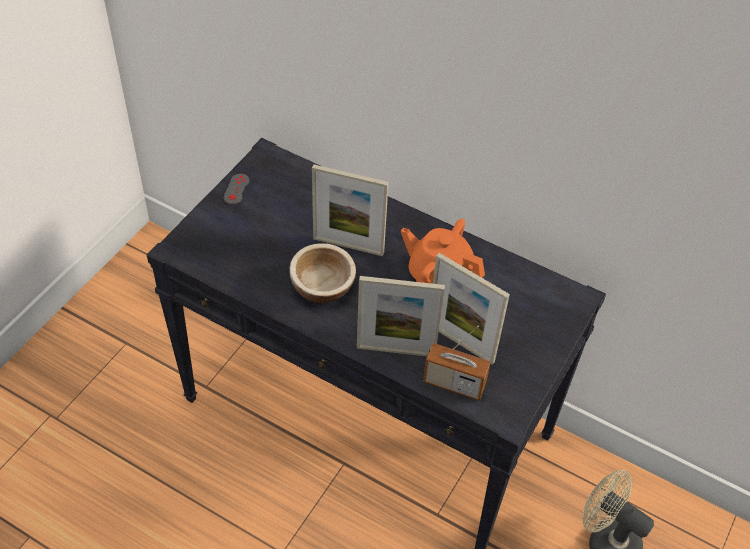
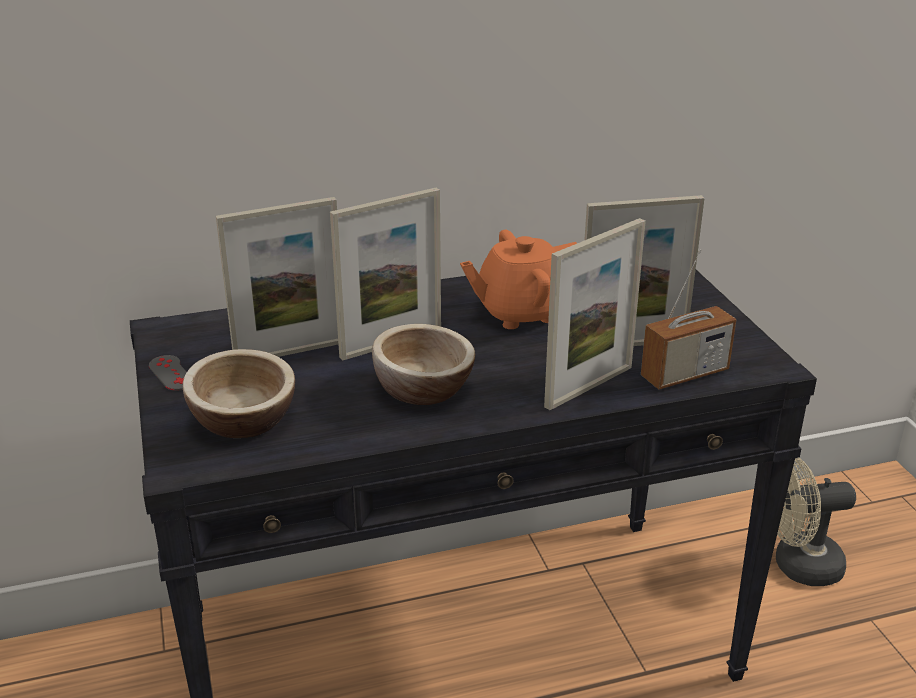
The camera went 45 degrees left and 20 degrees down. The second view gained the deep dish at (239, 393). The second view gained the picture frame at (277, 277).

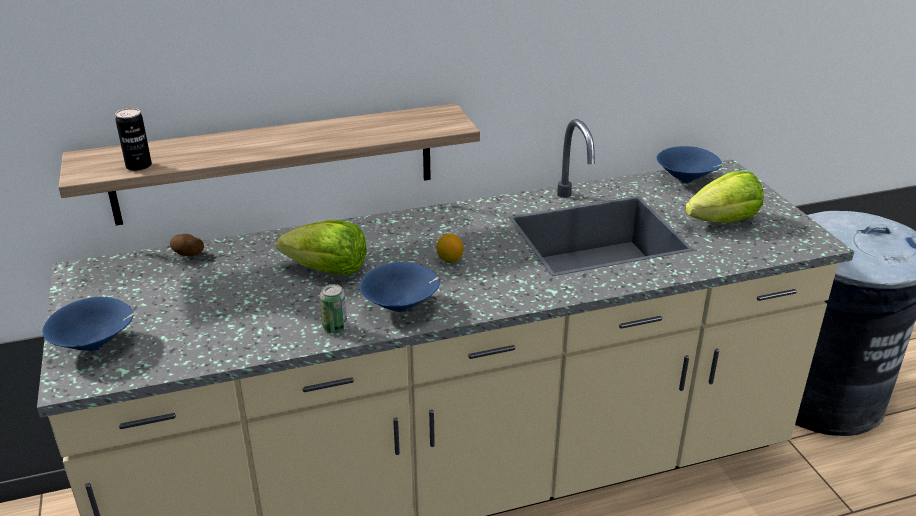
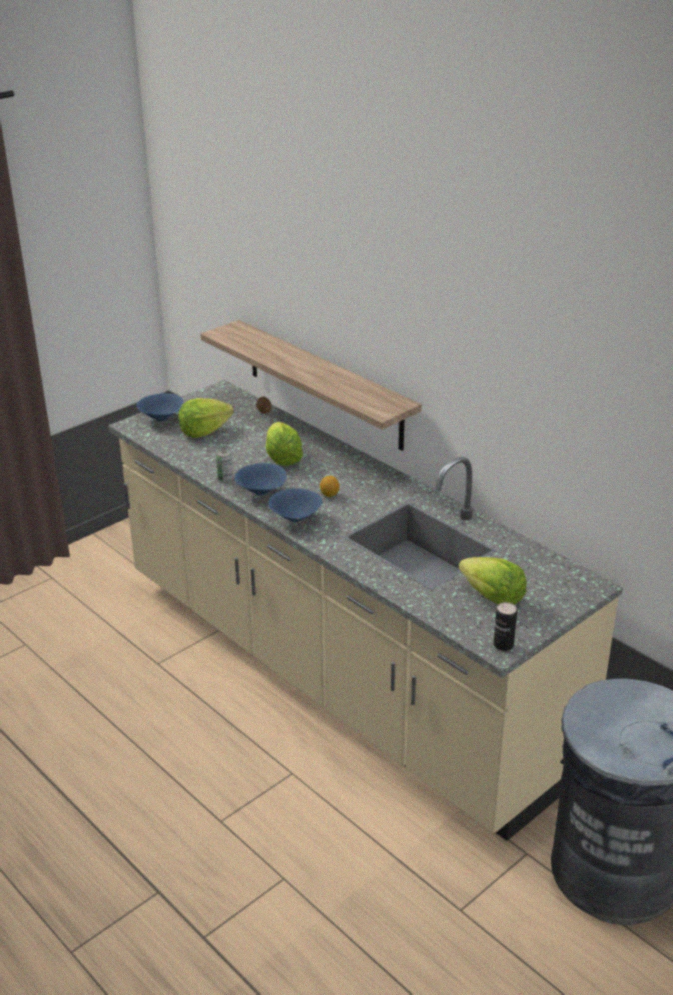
The camera went 65 degrees right and 0 degrees up. The metal can ended up elsewhere, having gone from (133, 139) to (505, 626). The blue-coloured deep dish ended up elsewhere, having gone from (689, 164) to (295, 506). The second view gained the lettuce head at (206, 418).

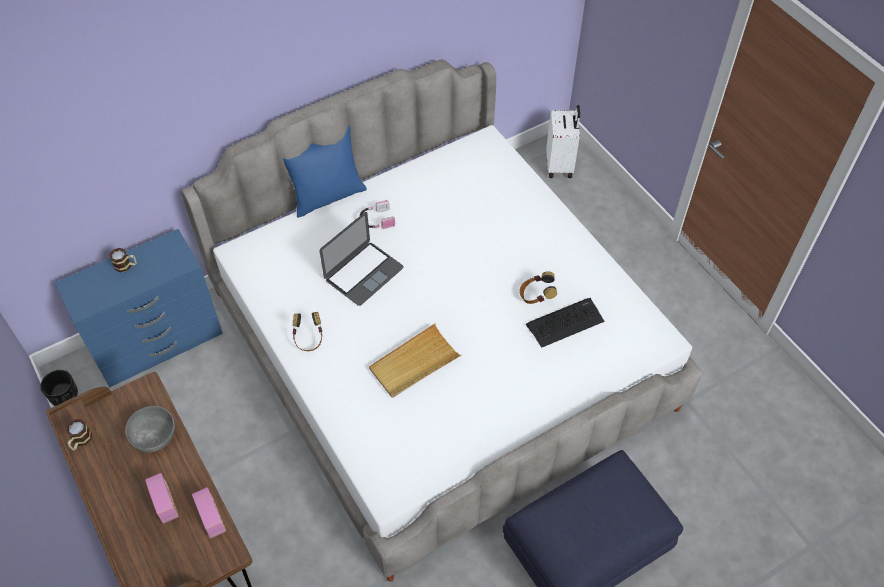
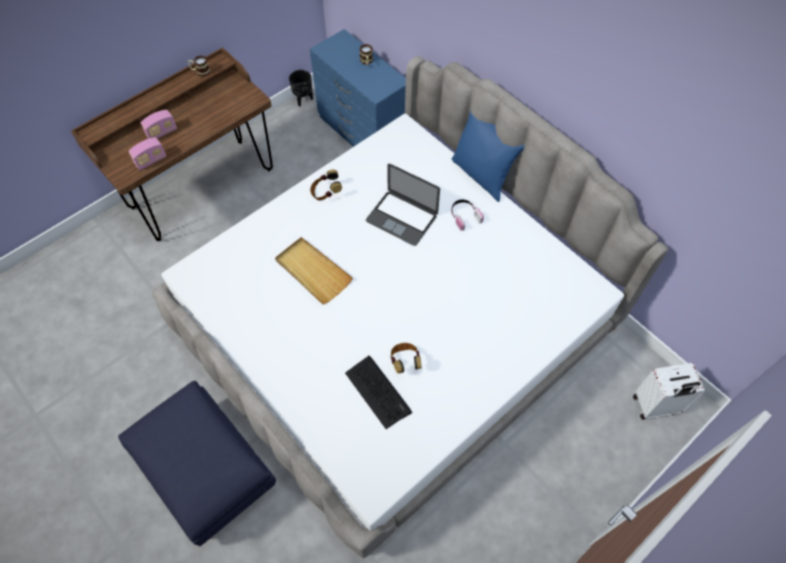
The camera went 80 degrees right and 5 degrees up. The second view lost the gray deep dish at (150, 429).

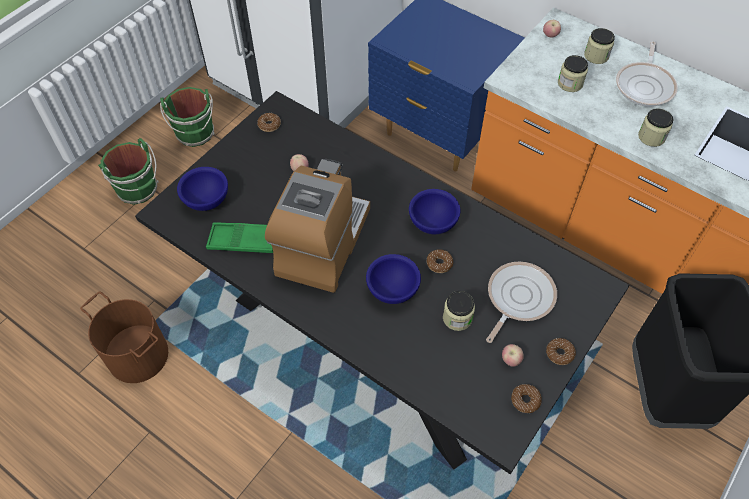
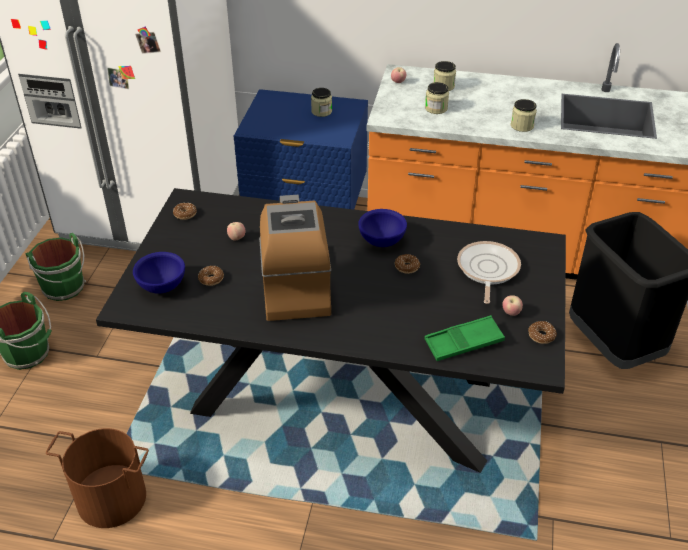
The camera went 25 degrees left and 15 degrees down. The green-coloured serving tray ended up elsewhere, having gone from (239, 237) to (464, 338). The second view lost the blue-coloured deep dish at (393, 279). The preserve jar ended up elsewhere, having gone from (459, 311) to (321, 102). The doughnut ended up elsewhere, having gone from (561, 351) to (211, 276). The second view lost the pan at (647, 74).

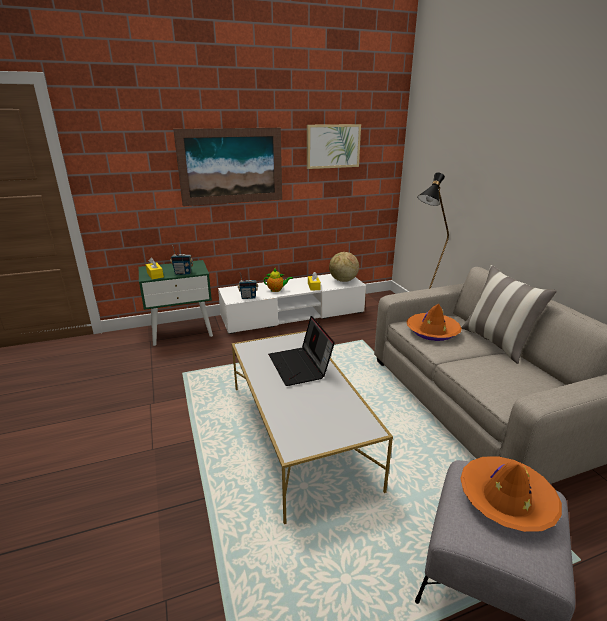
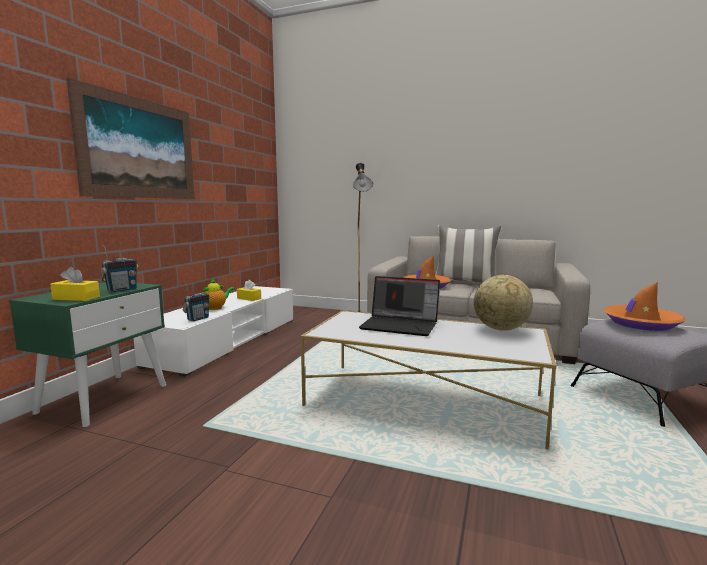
The camera went 50 degrees left and 15 degrees down. The second view lost the wall art at (334, 146). The globe ended up elsewhere, having gone from (344, 267) to (503, 303).

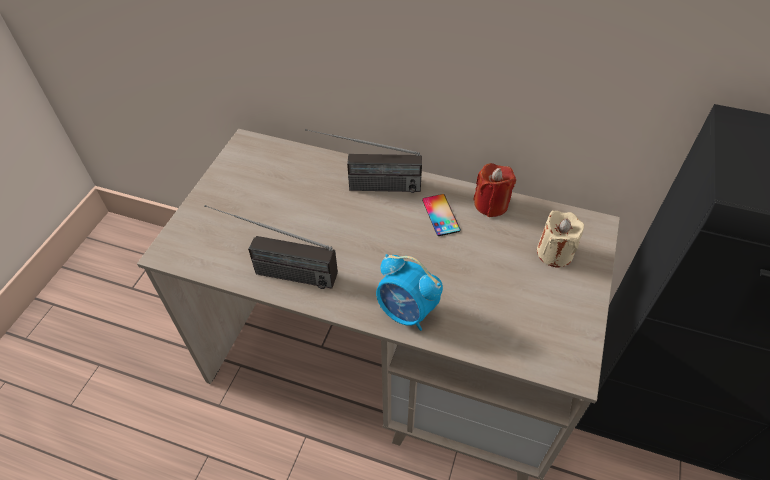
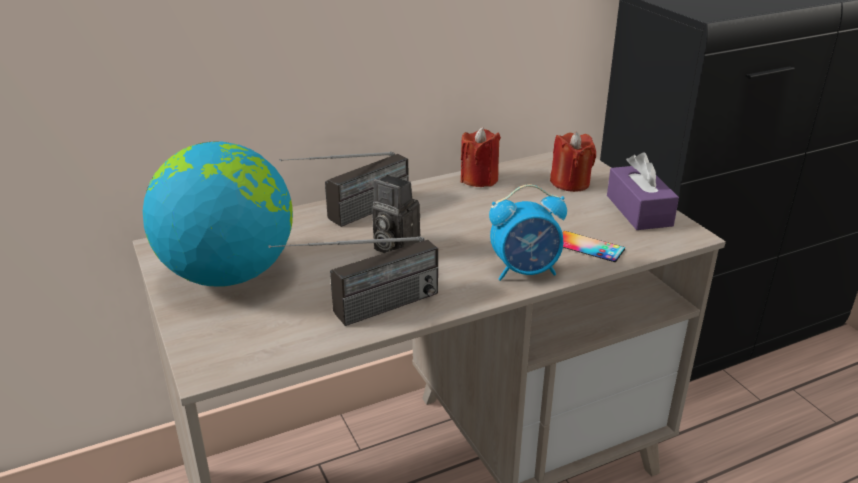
The camera went 45 degrees left and 20 degrees down. The telephone ended up elsewhere, having gone from (441, 215) to (593, 246). What was the beige wax light at (560, 238) turned into the red-coloured wax light at (573, 162). The second view gained the globe at (218, 214). The second view gained the still camera at (396, 214). The second view gained the purple-coloured box of tissues at (643, 191).

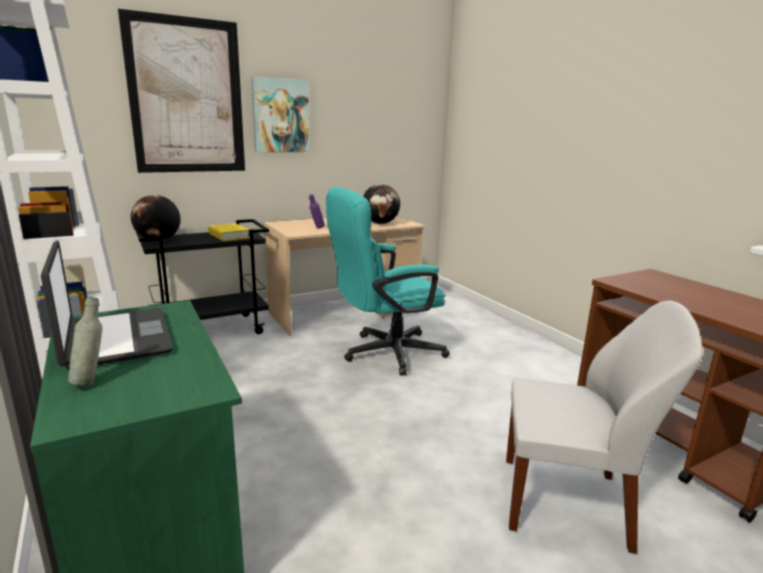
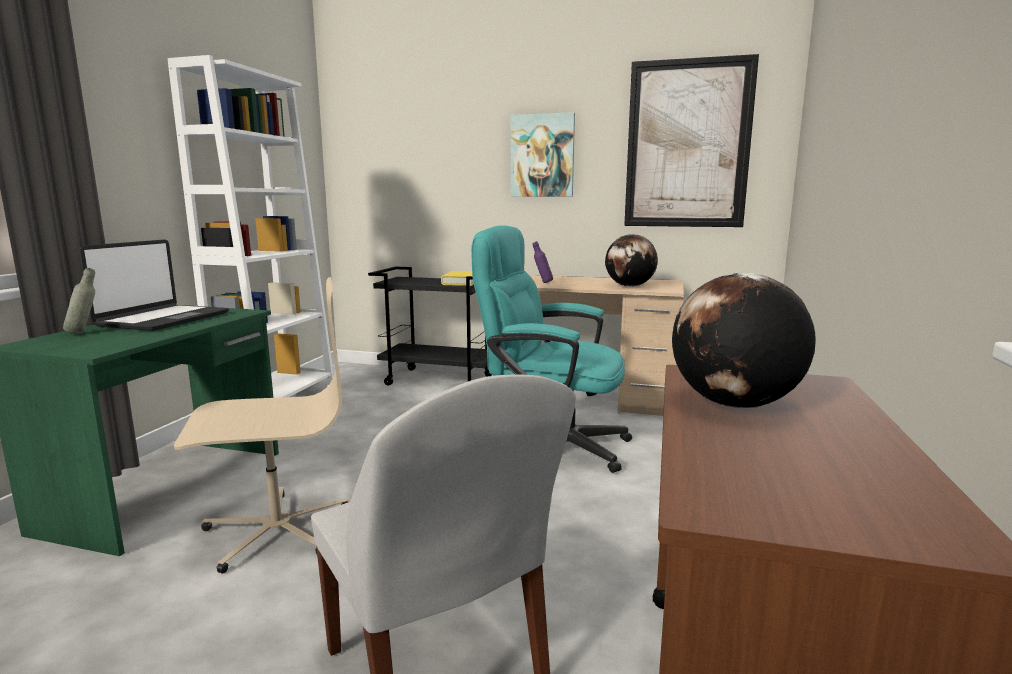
The camera went 45 degrees right and 5 degrees down. The wall art ended up elsewhere, having gone from (181, 91) to (691, 140). The globe ended up elsewhere, having gone from (155, 218) to (744, 340). The second view gained the beige computer chair at (261, 425).

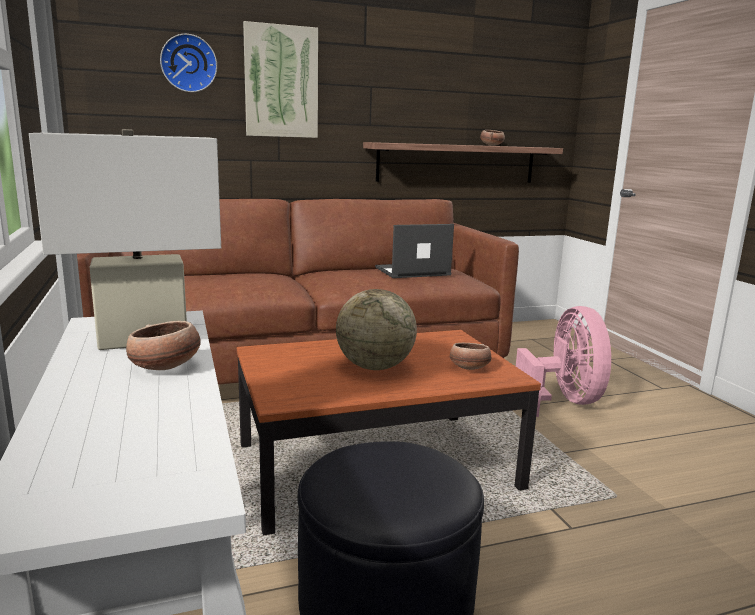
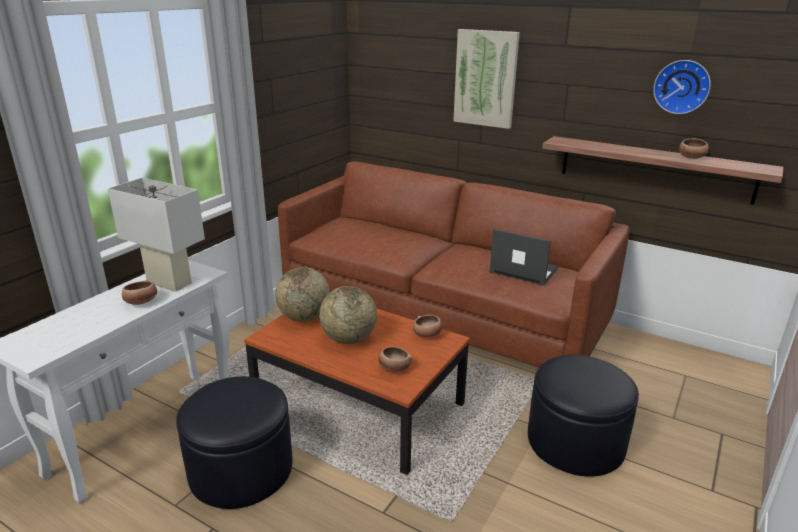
The camera went 50 degrees right and 10 degrees up. The wall clock ended up elsewhere, having gone from (188, 63) to (682, 87). Where the pink electric fan stood at (563, 361), the black-coloured pouffe came to stand at (583, 416). The second view gained the globe at (302, 294). The second view gained the deep dish at (428, 326).

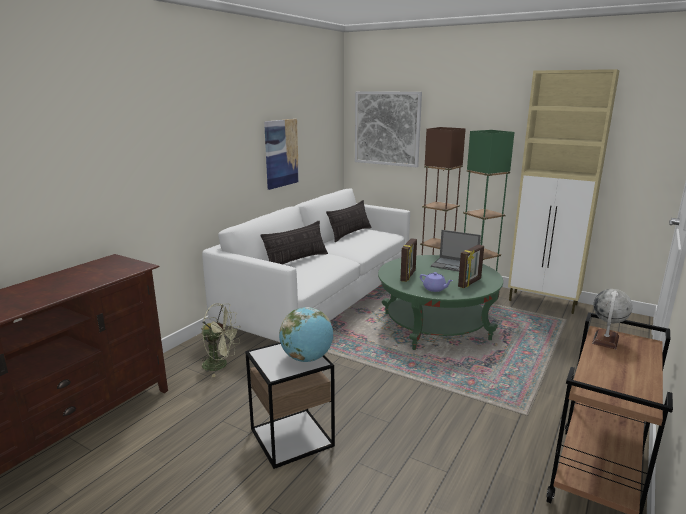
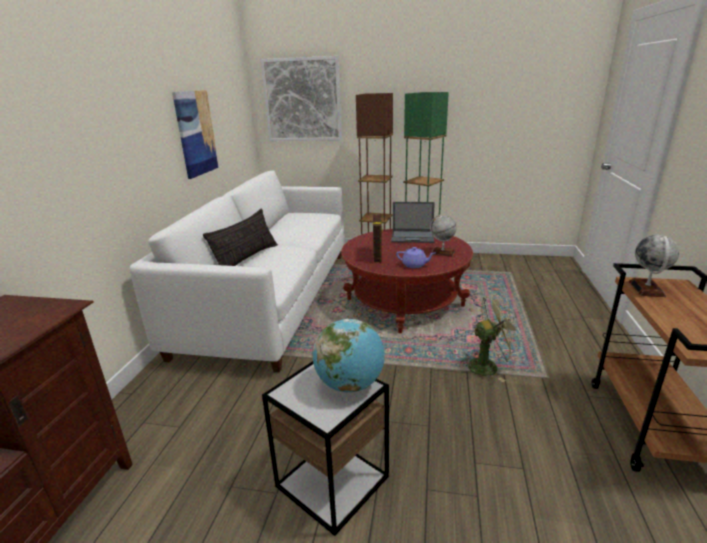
The camera went 20 degrees left and 5 degrees up. The green-coloured electric fan ended up elsewhere, having gone from (220, 340) to (492, 338). The second view lost the pillow at (349, 221). What was the green-coloured coffee table at (440, 302) turned into the red-coloured coffee table at (407, 281). Where the picture frame stood at (471, 266), the globe came to stand at (443, 236). The second view lost the beige cupboard at (564, 191).

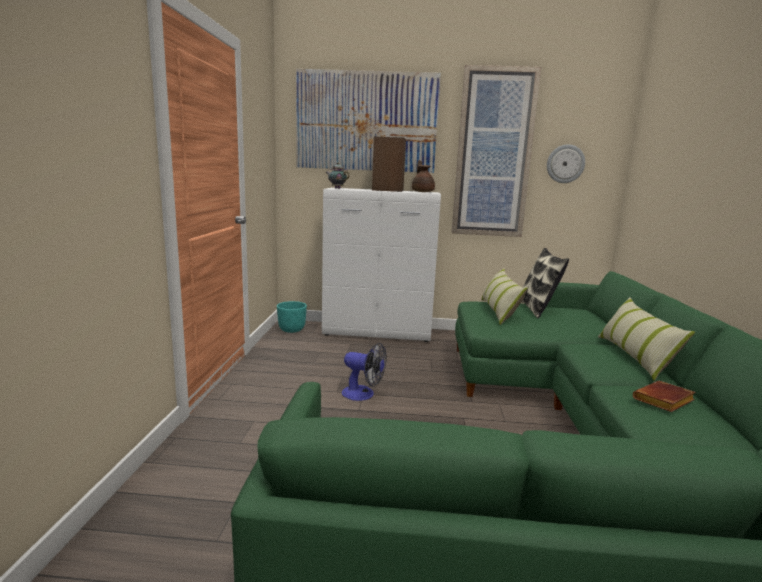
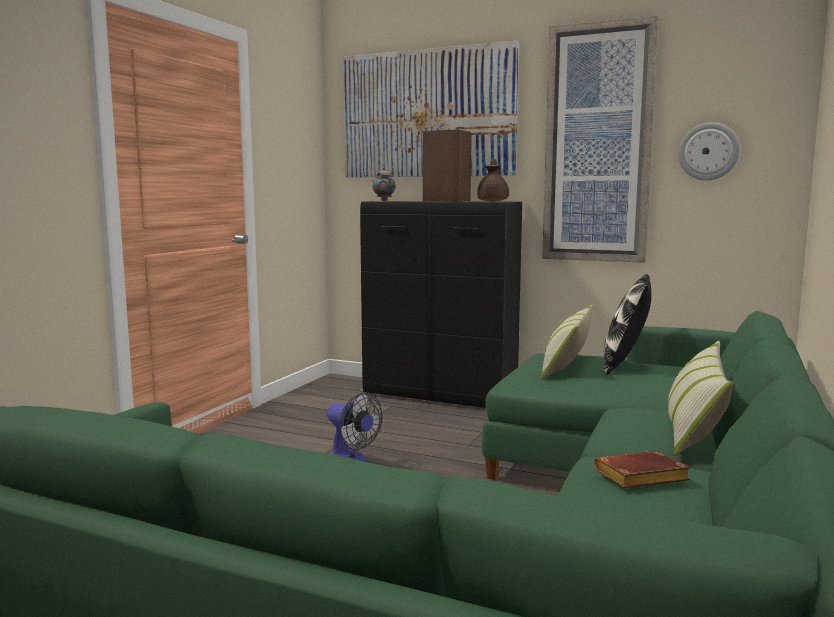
The camera went 20 degrees right and 5 degrees down. The second view lost the blue-green planter at (292, 317). What was the whitish cupboard at (381, 265) turned into the black-coloured cupboard at (441, 304).

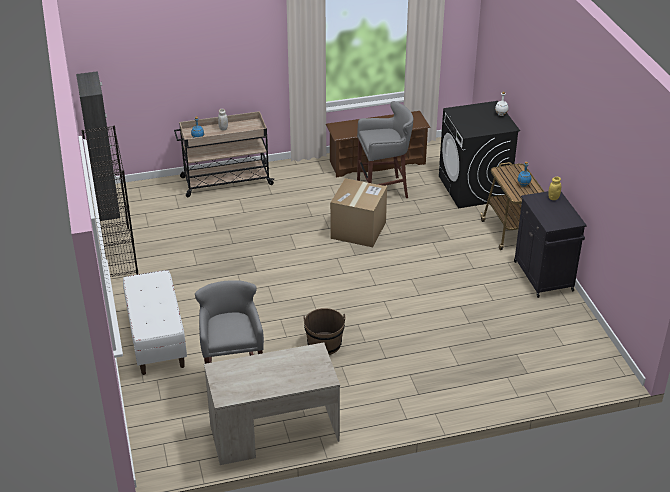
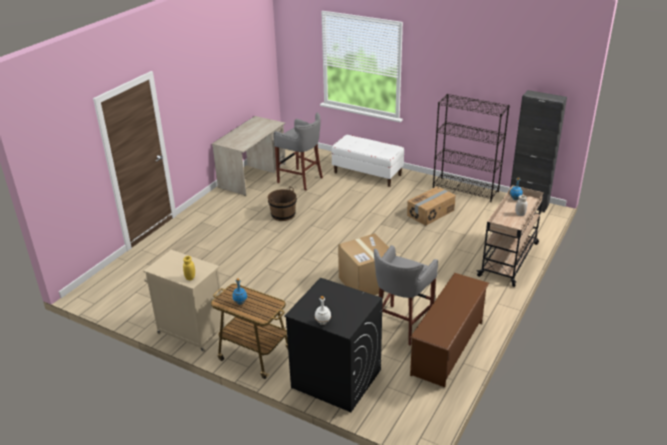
The camera went 135 degrees right and 5 degrees down. What was the black-coloured cupboard at (550, 244) turned into the beige cupboard at (184, 301). The second view gained the carton at (431, 206).

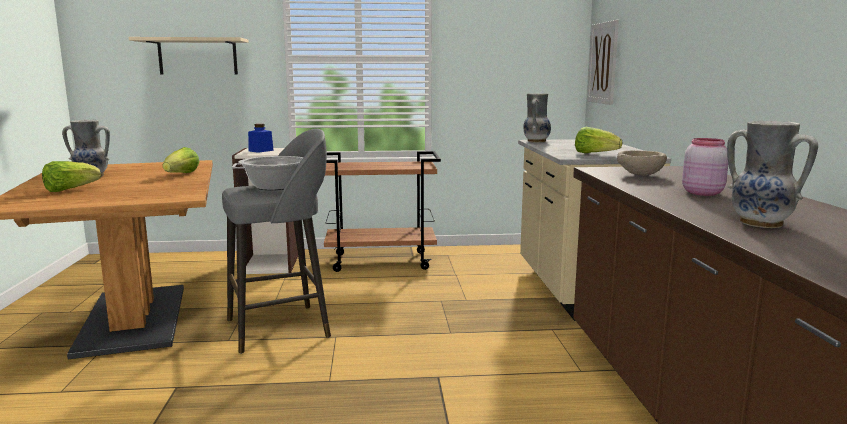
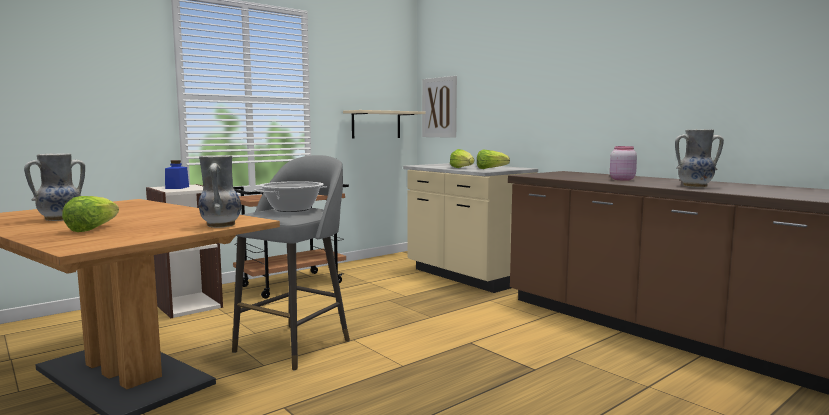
The camera went 35 degrees left and 5 degrees down. The beige shelf ended up elsewhere, having gone from (188, 56) to (384, 124). The lettuce head ended up elsewhere, having gone from (181, 160) to (462, 158). The vase ended up elsewhere, having gone from (537, 118) to (219, 191). The second view lost the beige deep dish at (642, 163).

